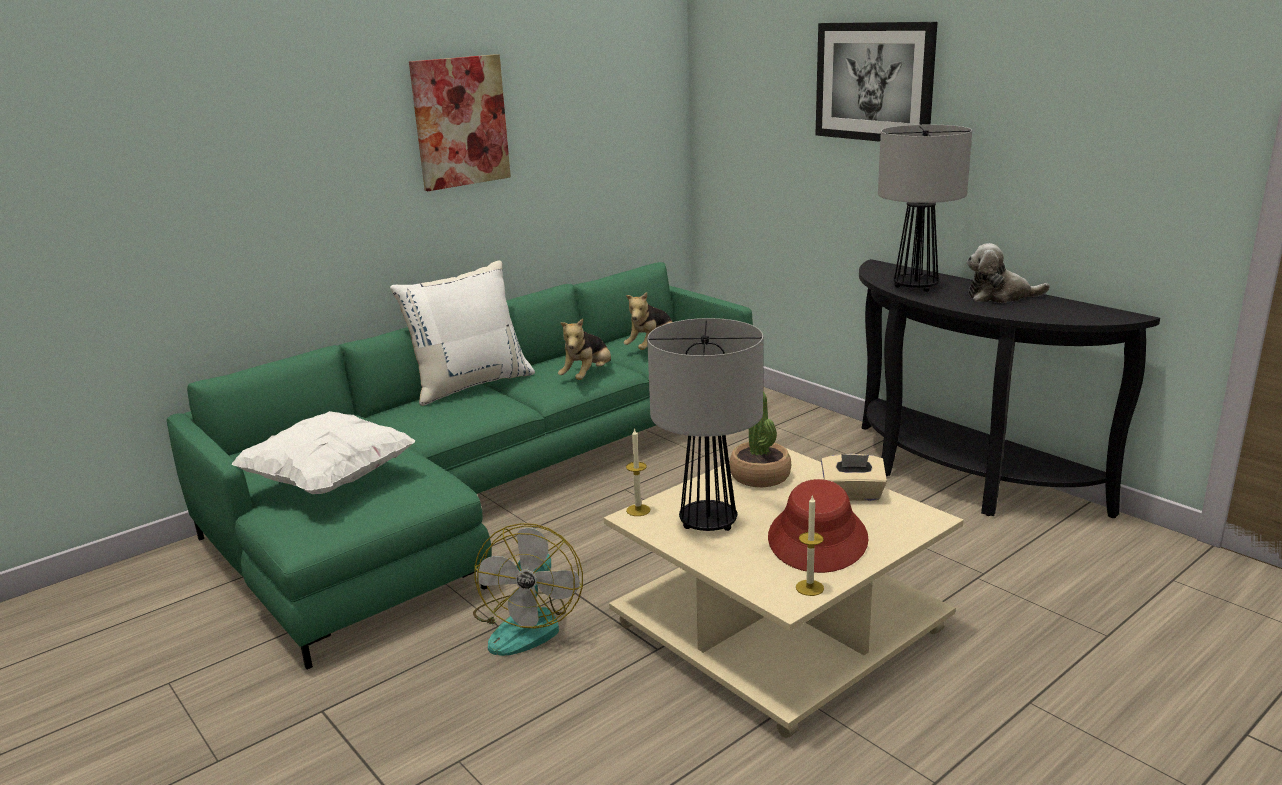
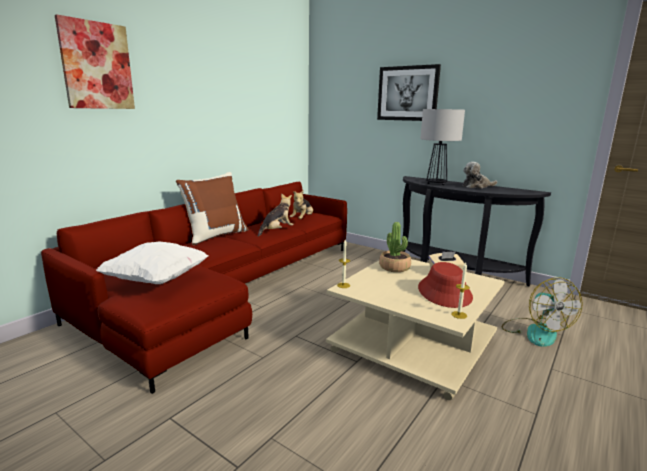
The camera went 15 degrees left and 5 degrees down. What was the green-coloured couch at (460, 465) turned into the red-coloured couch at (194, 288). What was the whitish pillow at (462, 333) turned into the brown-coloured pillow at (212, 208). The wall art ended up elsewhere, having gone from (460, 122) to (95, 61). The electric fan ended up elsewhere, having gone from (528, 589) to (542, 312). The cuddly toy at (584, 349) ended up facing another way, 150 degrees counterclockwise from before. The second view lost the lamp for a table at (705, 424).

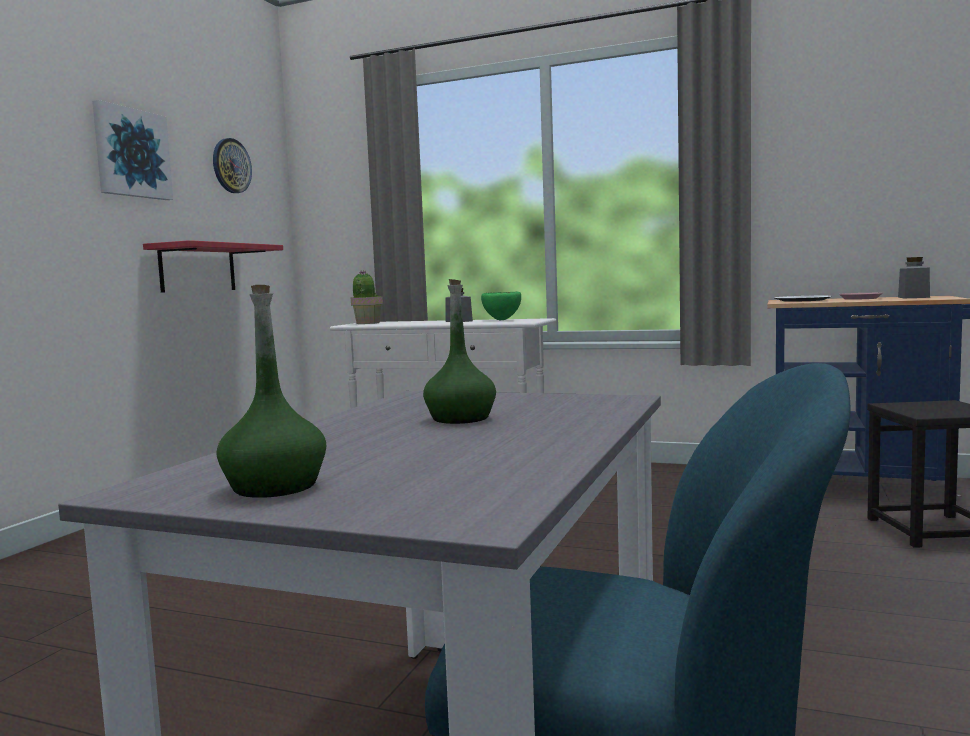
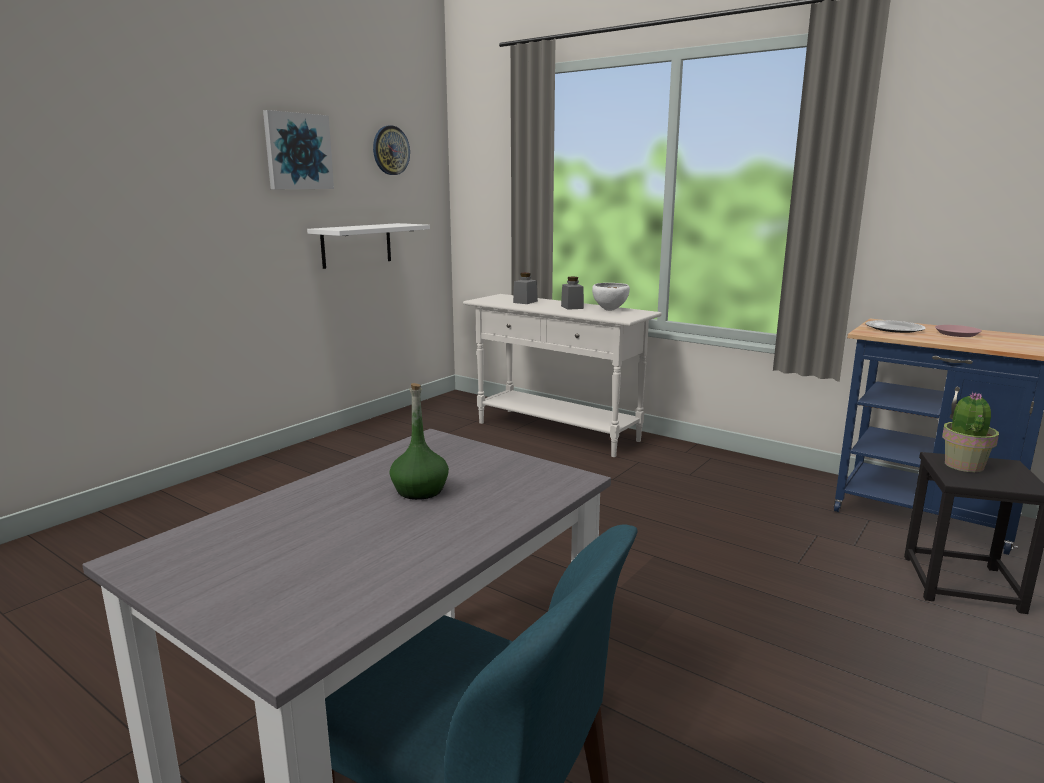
The camera went 15 degrees right and 10 degrees up. What was the red-coloured shelf at (213, 266) turned into the whitish shelf at (368, 246). The second view lost the green-coloured bottle at (271, 391). The potted plant ended up elsewhere, having gone from (367, 297) to (970, 432). What was the green-coloured deep dish at (501, 306) turned into the whitish deep dish at (611, 297). The gray preserve jar ended up elsewhere, having gone from (914, 277) to (525, 288).

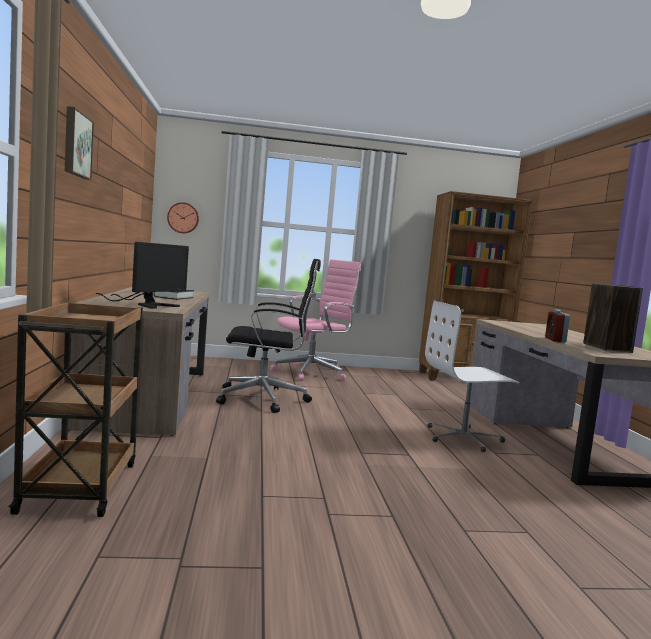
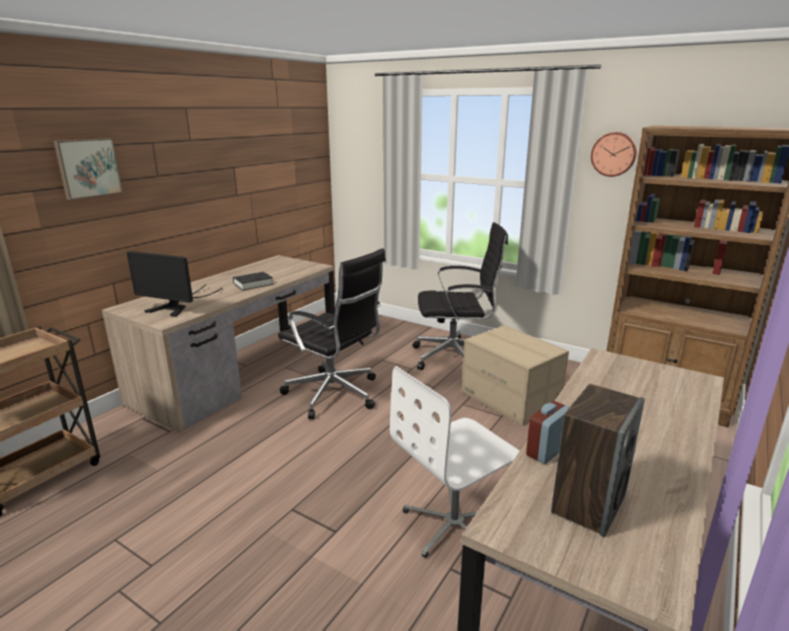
The camera went 40 degrees right and 15 degrees up. The monitor at (142, 275) ended up facing another way, 45 degrees clockwise from before. The wall clock ended up elsewhere, having gone from (183, 217) to (614, 154). What was the pink computer chair at (315, 320) turned into the black-coloured computer chair at (460, 296). The whitish computer chair at (472, 376) ended up facing another way, 60 degrees counterclockwise from before. The second view gained the carton at (515, 375).

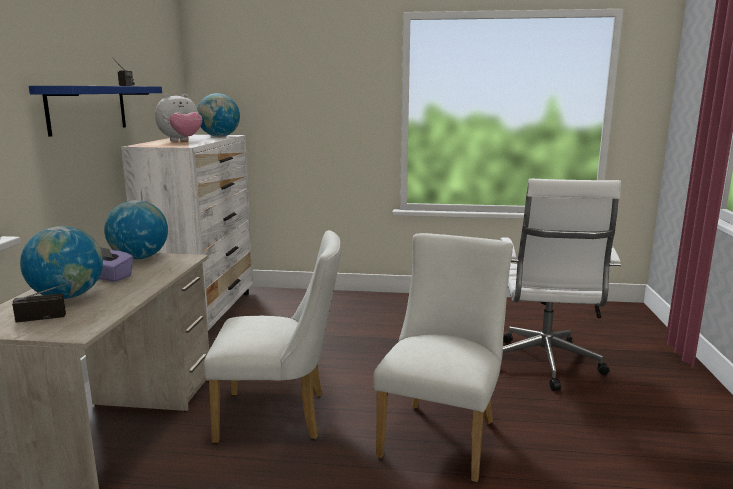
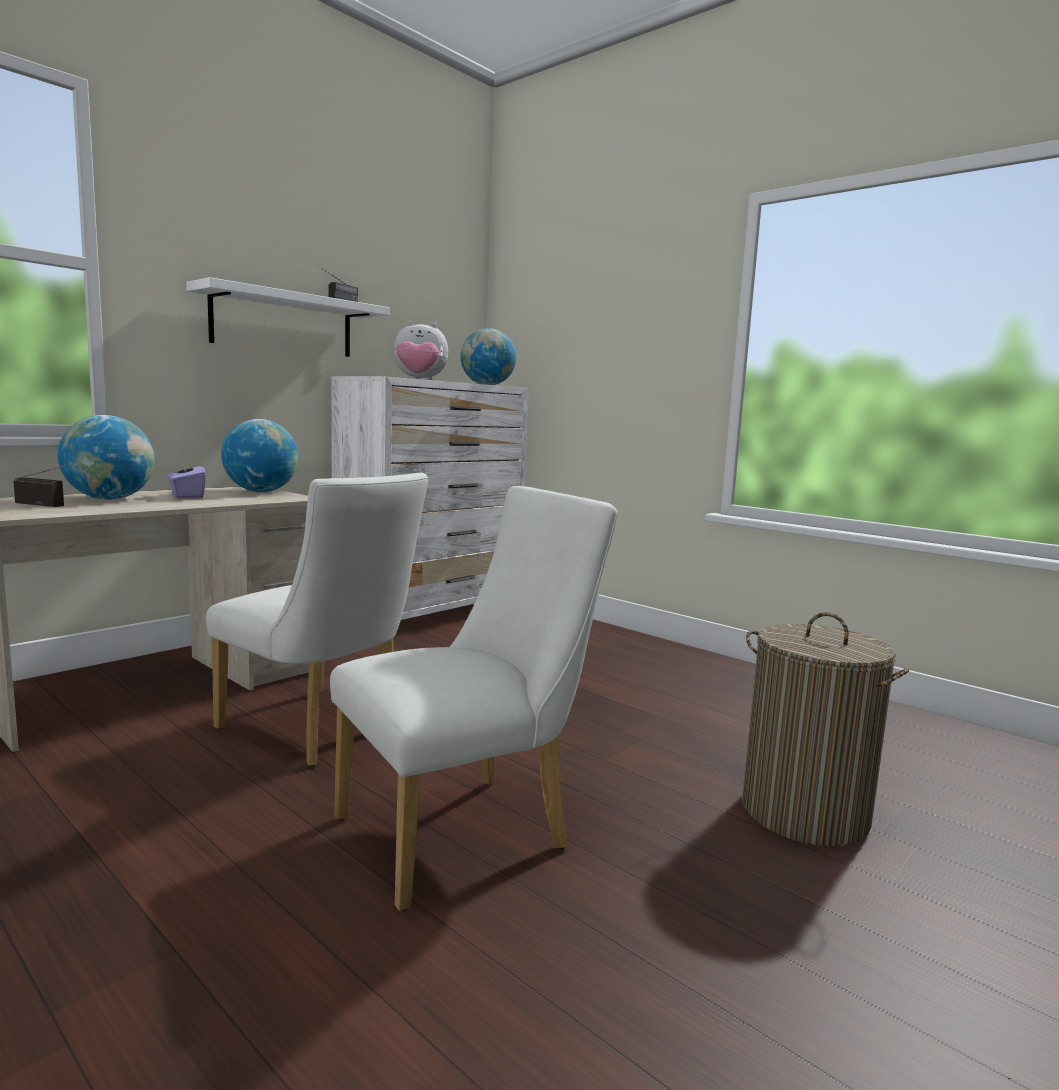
The camera went 35 degrees right and 5 degrees down. What was the blue-coloured shelf at (95, 111) turned into the whitish shelf at (288, 317). Where the whitish computer chair stood at (560, 285), the hamper came to stand at (825, 729).

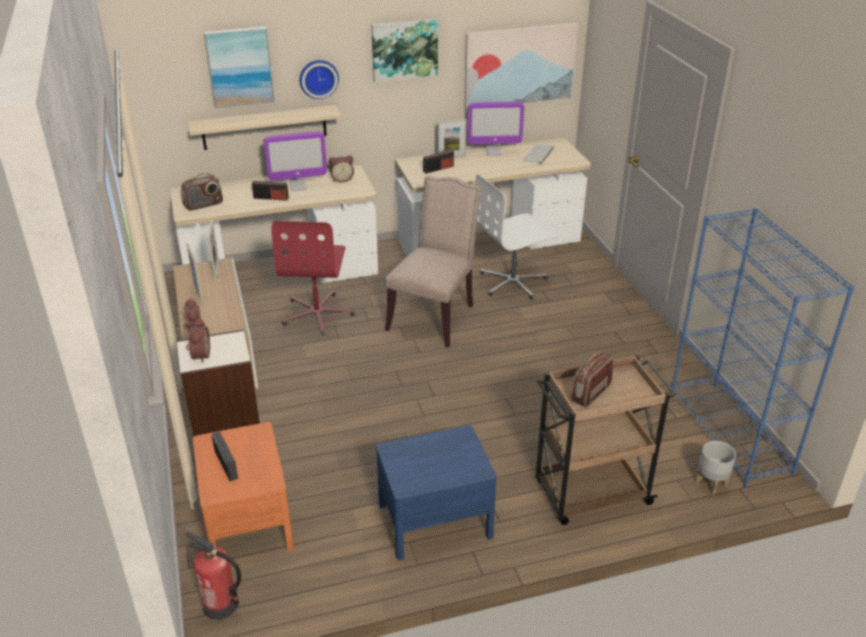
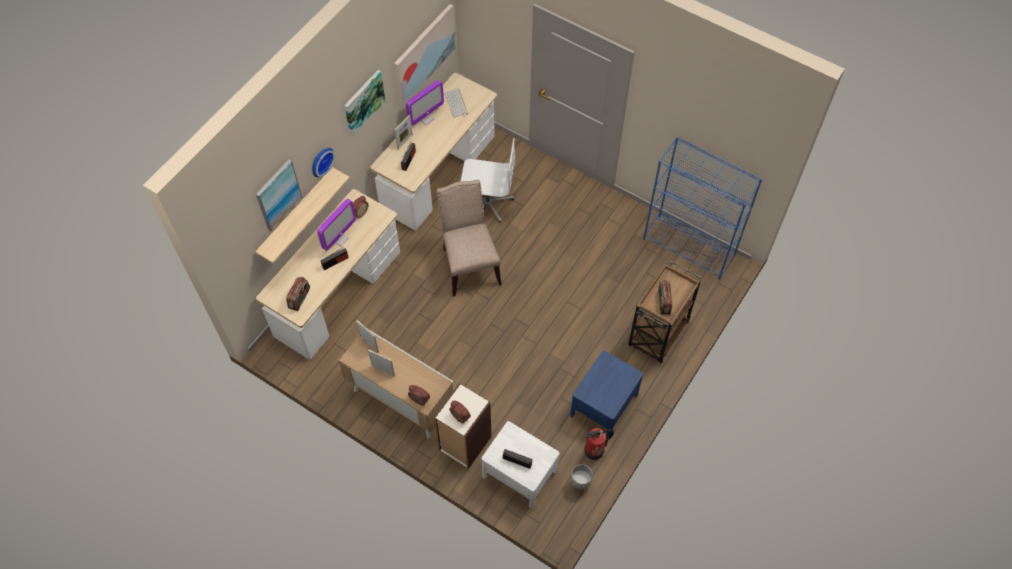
The camera went 40 degrees left and 25 degrees up. The extinguisher ended up elsewhere, having gone from (213, 576) to (599, 444). What was the orange-coloured night table at (243, 487) turned into the whitish night table at (520, 465). The second view lost the red-coloured computer chair at (313, 278). The whitish computer chair at (516, 236) ended up facing another way, 105 degrees counterclockwise from before. The gray planter ended up elsewhere, having gone from (715, 468) to (582, 478).

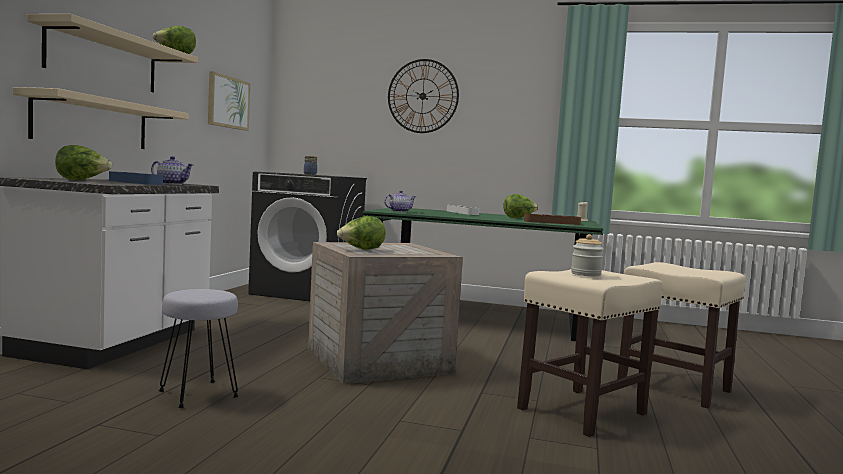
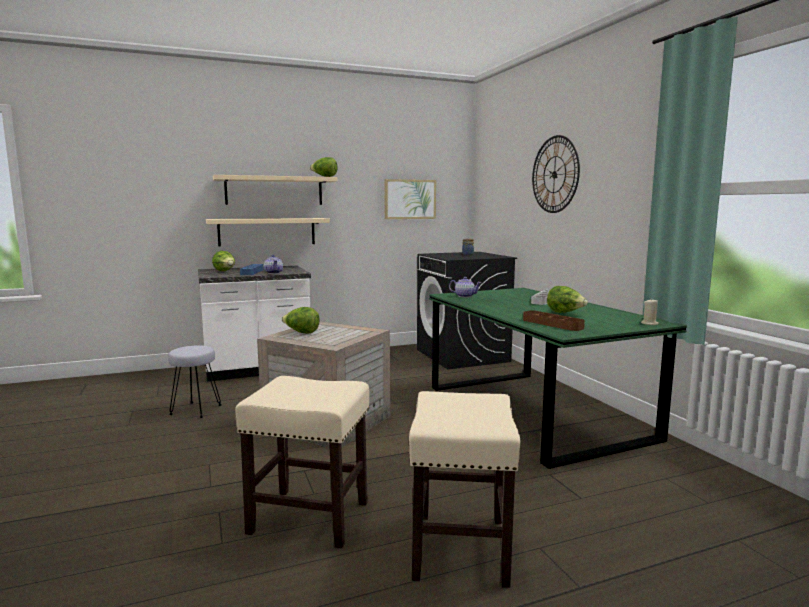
The camera went 55 degrees right and 5 degrees up. The second view lost the preserve jar at (587, 255).

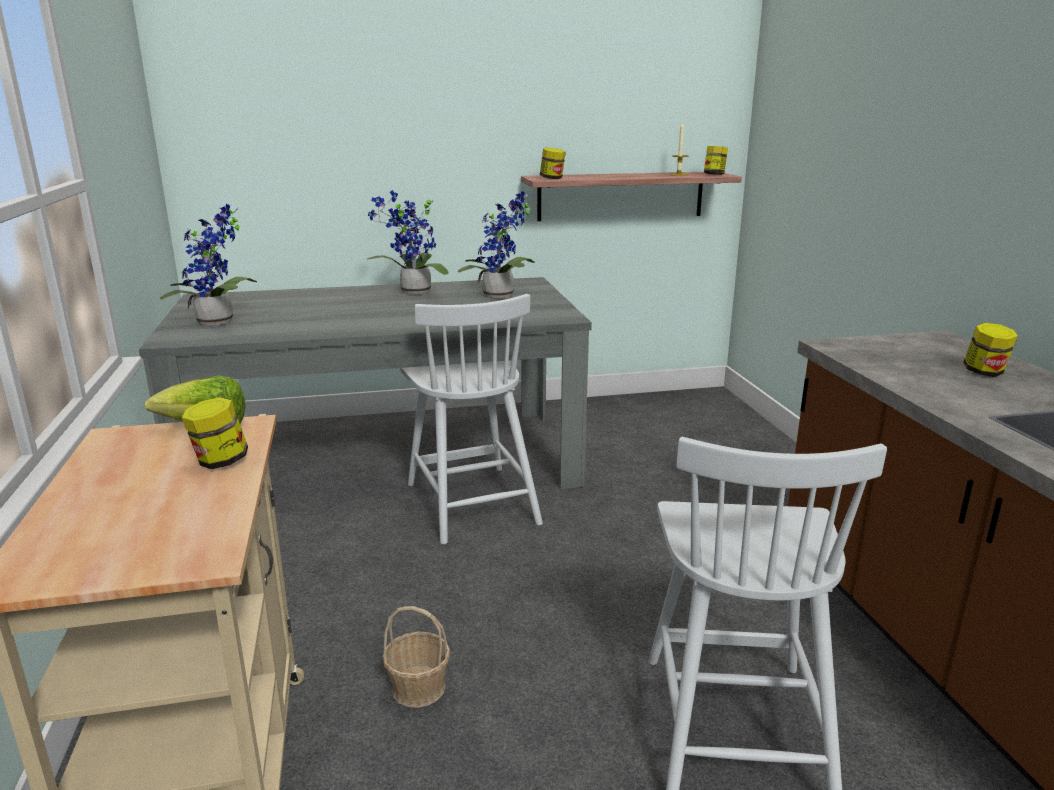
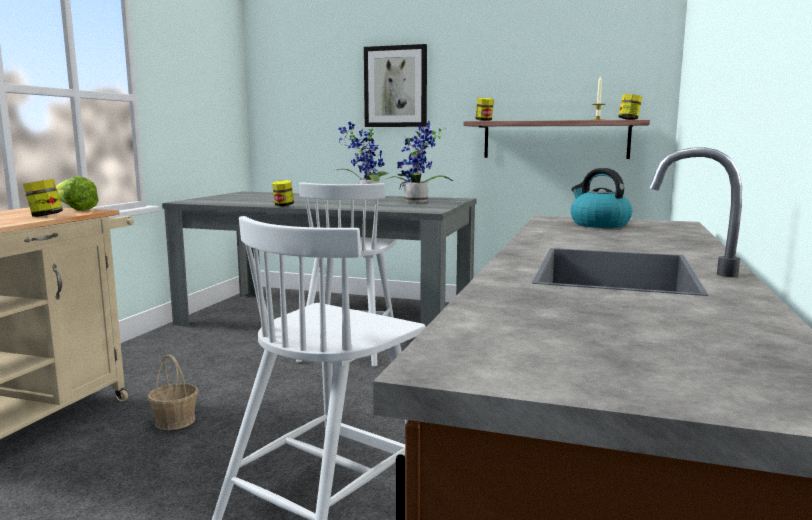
The camera went 30 degrees right and 10 degrees down. The second view lost the potted plant at (208, 265). The preserve jar ended up elsewhere, having gone from (990, 350) to (283, 193). The second view gained the wall art at (395, 85). The second view gained the water kettle at (601, 198).

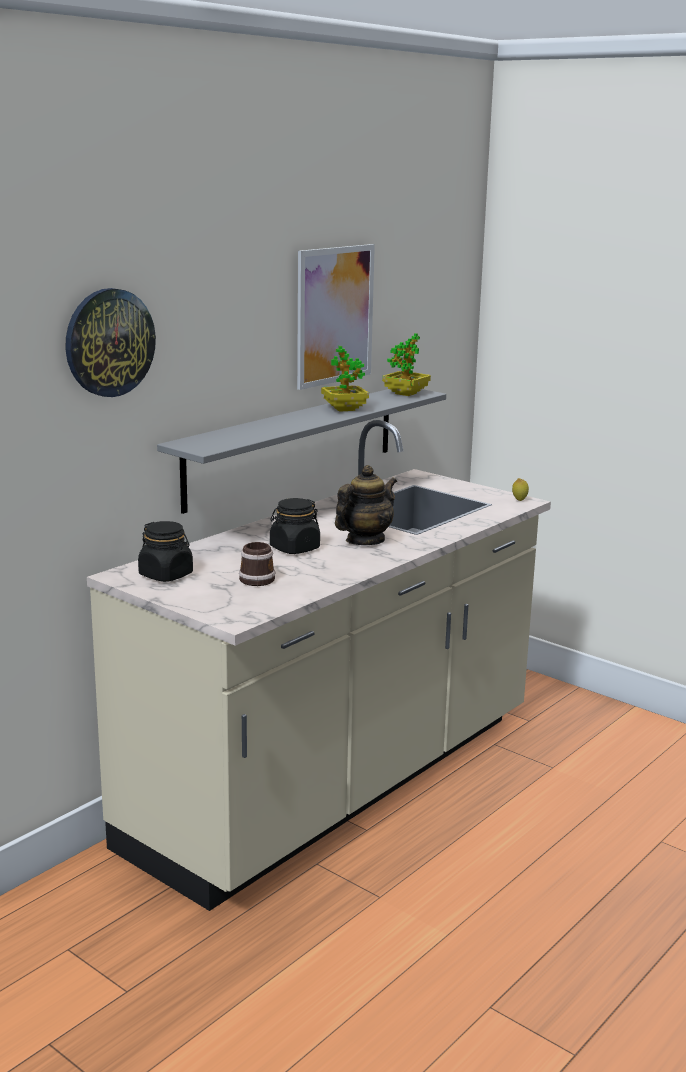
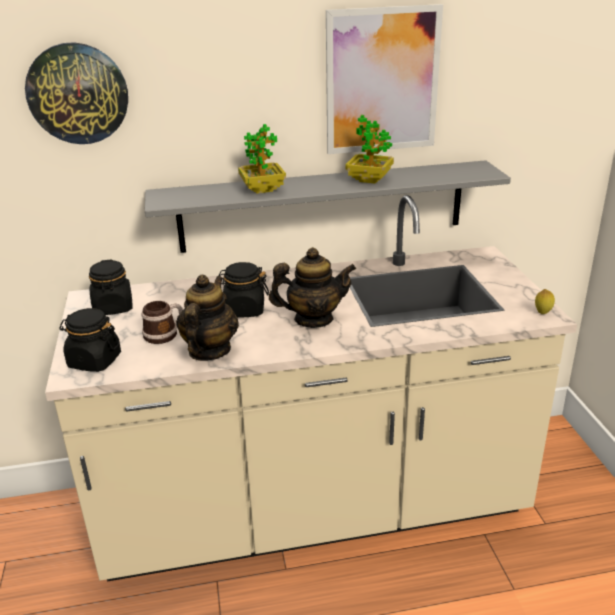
The camera went 40 degrees right and 10 degrees up. The potted plant ended up elsewhere, having gone from (406, 364) to (262, 159). The second view gained the black-coloured preserve jar at (90, 340). The second view gained the tea pot at (207, 318).

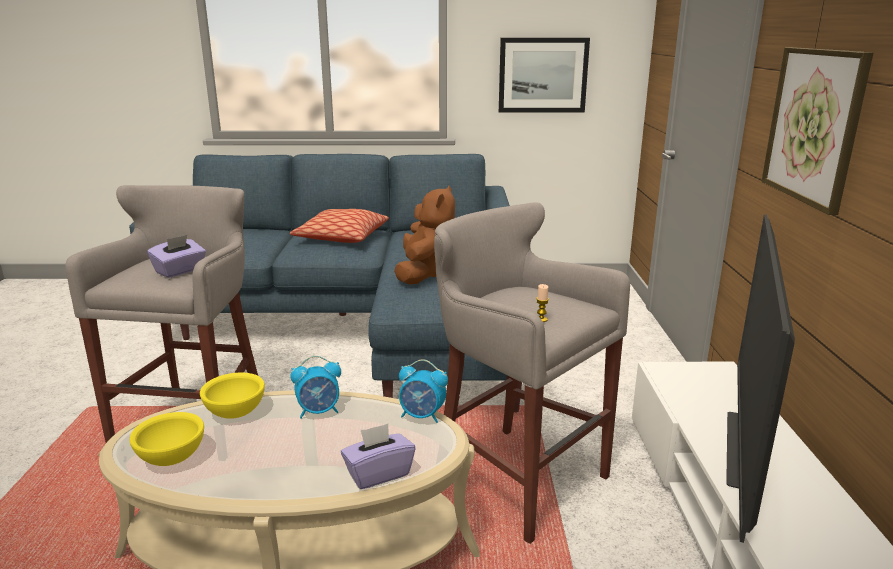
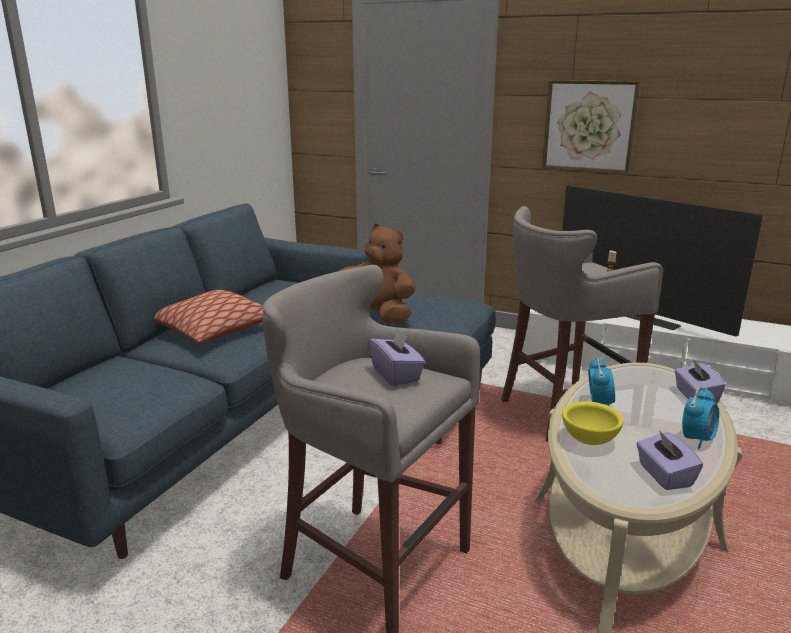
The camera went 65 degrees left and 0 degrees up. Where the yellowish deep dish stood at (166, 439), the purple-coloured box of tissues came to stand at (670, 460). The alarm clock ended up elsewhere, having gone from (423, 391) to (700, 418). The second view lost the wall art at (544, 75).

